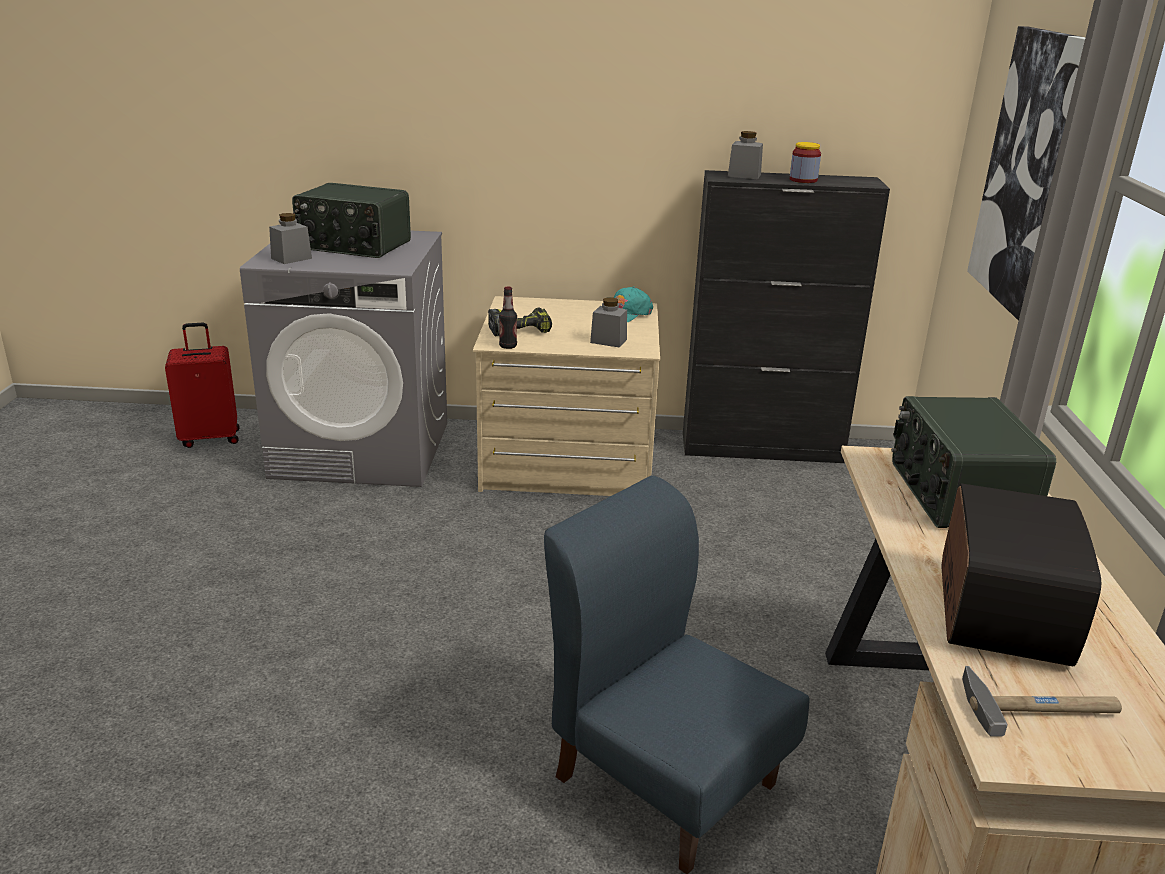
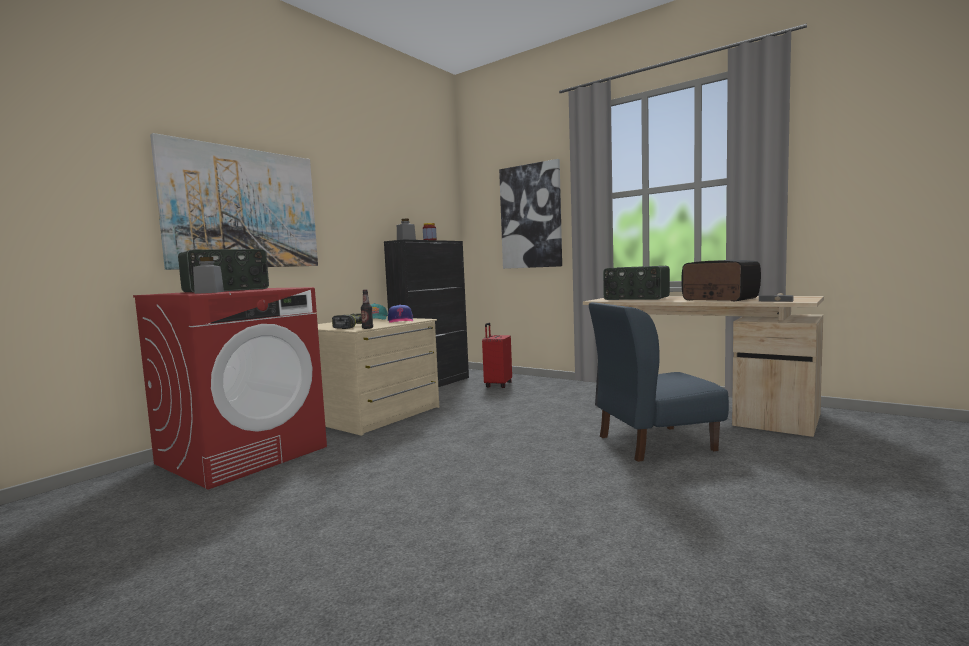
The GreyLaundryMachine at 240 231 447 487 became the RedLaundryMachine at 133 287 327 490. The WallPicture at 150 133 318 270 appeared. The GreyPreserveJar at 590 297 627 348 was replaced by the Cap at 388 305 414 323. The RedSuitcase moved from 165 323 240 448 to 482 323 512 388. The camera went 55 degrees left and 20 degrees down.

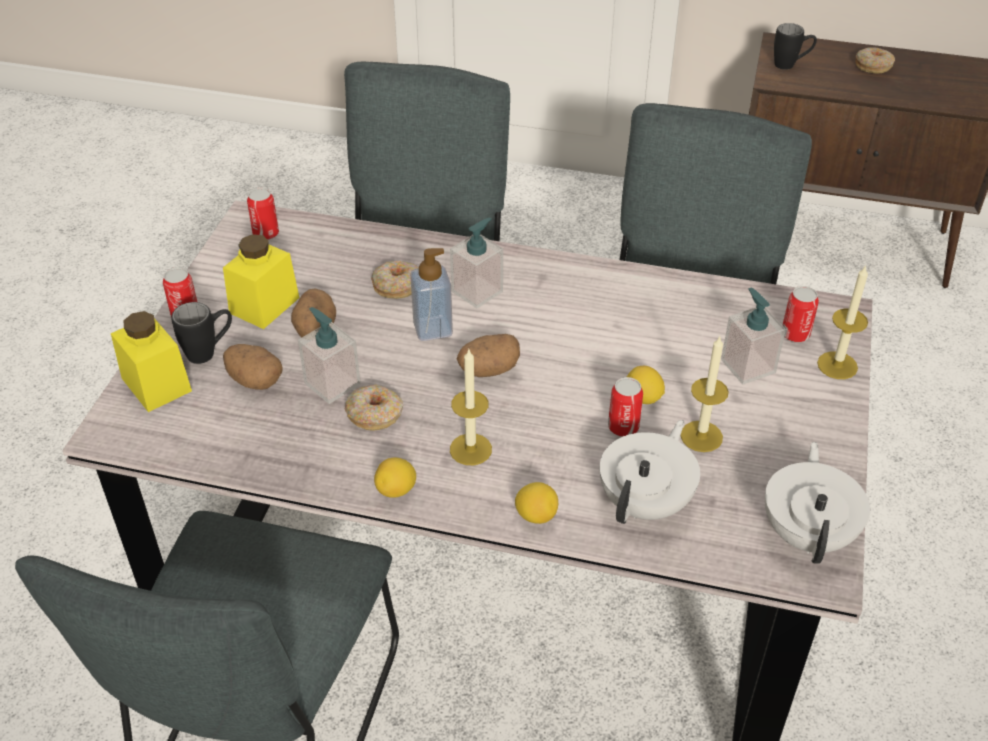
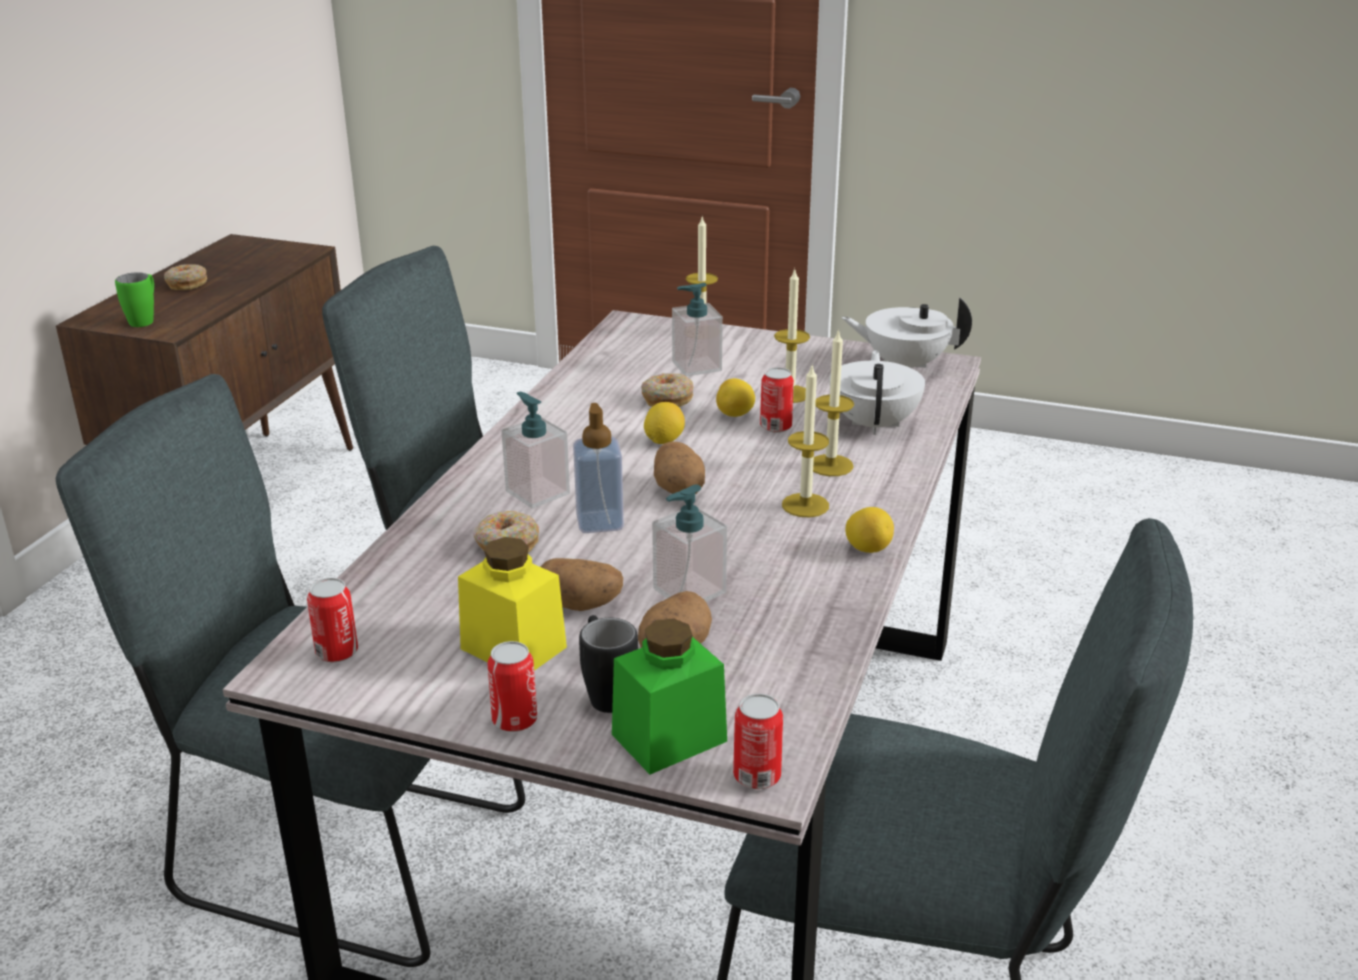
The BlackColouredCoffeeMug at 774 23 817 70 became the GreenCoffeeMug at 115 272 154 327. The YellowishPreserveJar at 111 311 192 412 became the GreenPreserveJar at 612 618 727 774. The Donut moved from 345 385 403 431 to 641 373 693 407. The Lemon moved from 515 482 558 524 to 644 402 685 444. The SealedCan moved from 782 286 819 342 to 733 694 783 789. The WaxCandle at 813 329 854 476 appeared. The WhiteTeapot at 600 420 700 524 turned 60 degrees clockwise. The camera went 85 degrees left and 15 degrees down.

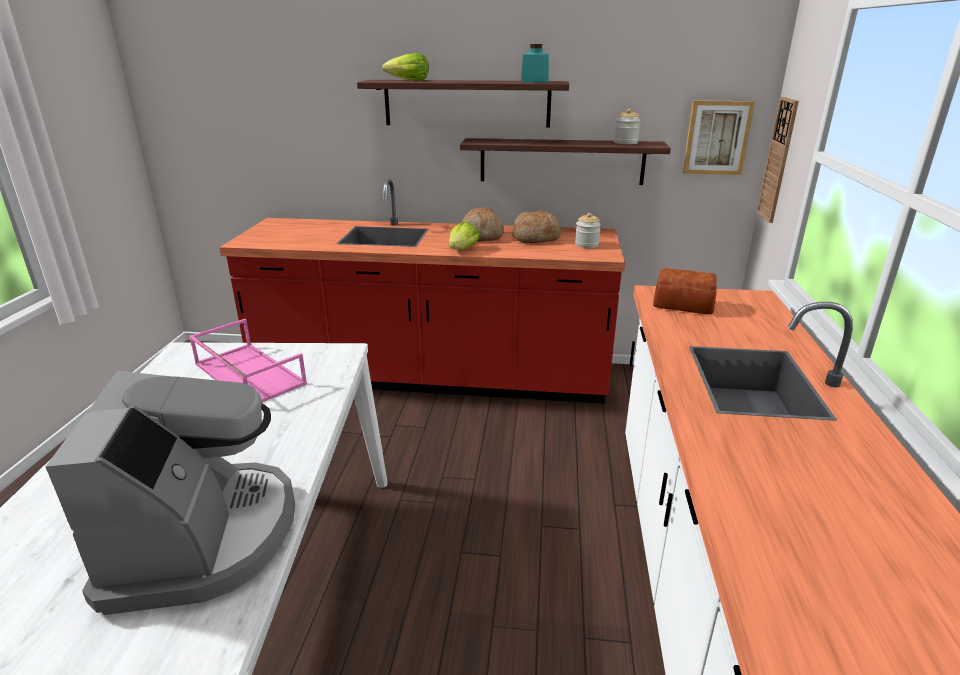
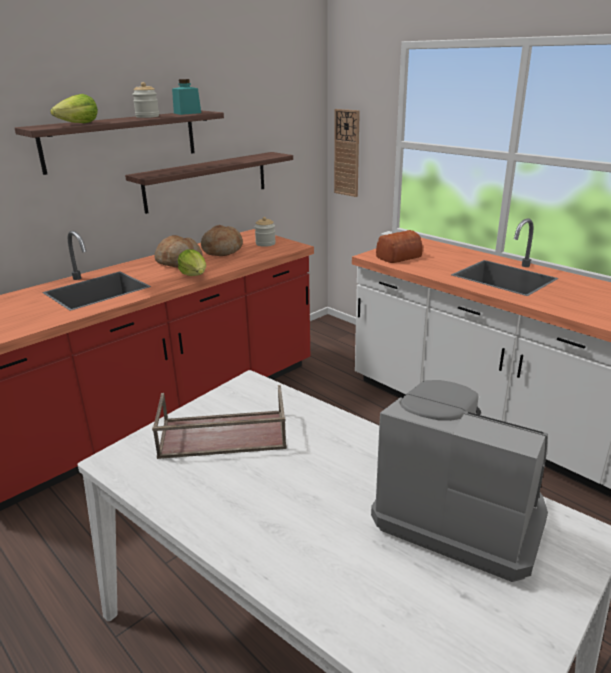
The PreserveJar moved from 614 108 641 144 to 132 82 159 118. The PinkTray at 189 319 307 403 became the BrownColouredTray at 152 385 287 459. The WallPicture at 683 100 755 175 disappeared. The camera went 50 degrees left and 0 degrees up.

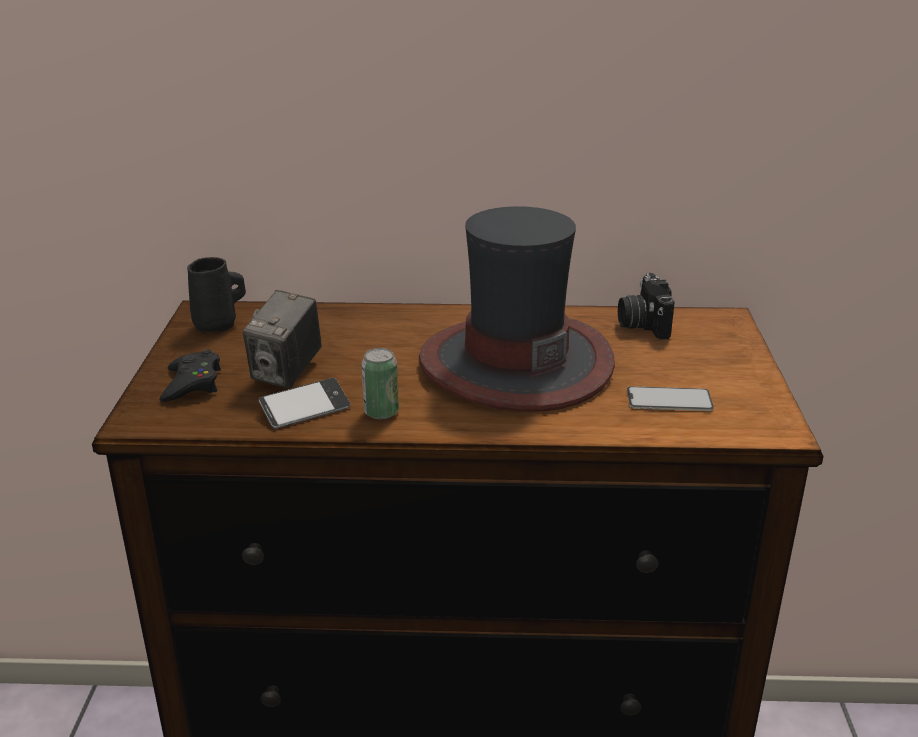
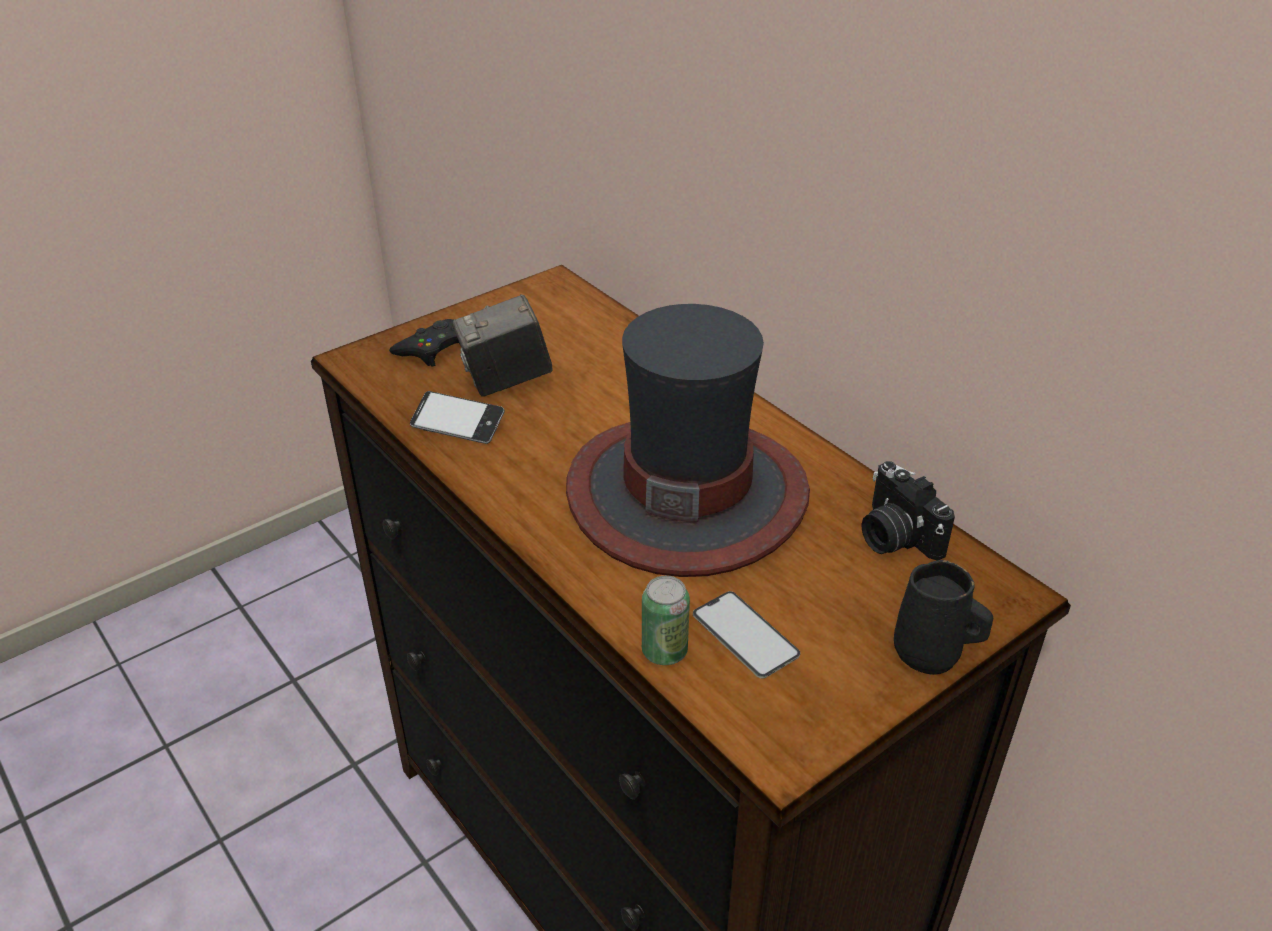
The SealedCan moved from 361 348 399 419 to 642 576 690 665. The StillCamera at 618 273 675 339 turned 75 degrees counterclockwise. The BlackColouredCoffeeMug moved from 187 257 246 333 to 894 560 993 675. The camera went 50 degrees right and 10 degrees up.

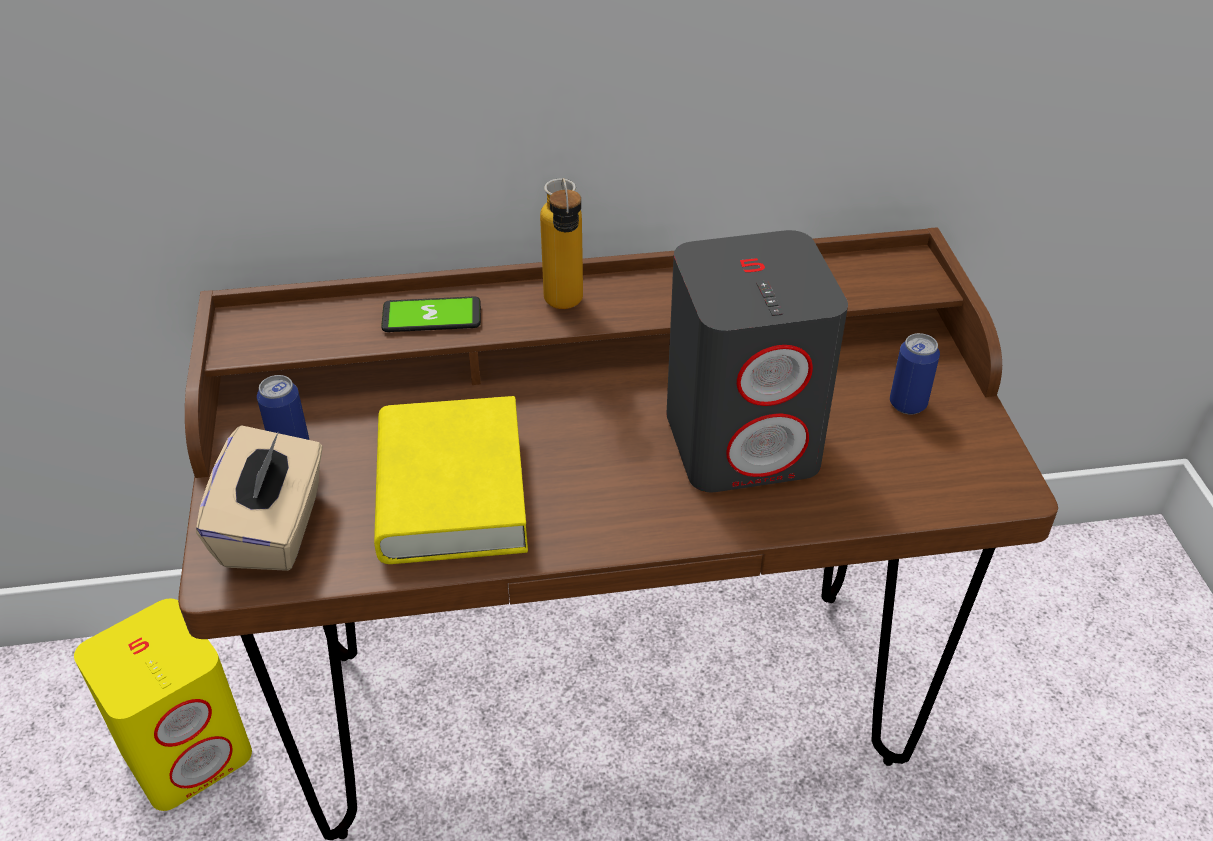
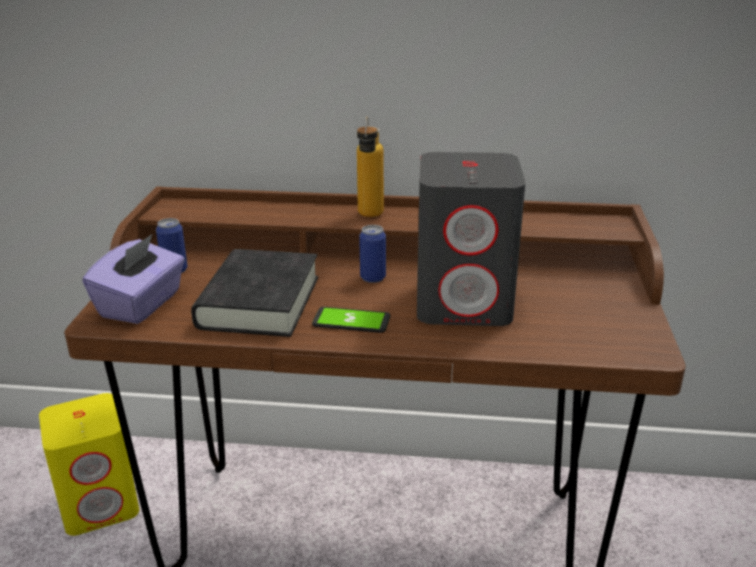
The BeigeColouredTissueBox at 196 425 323 571 became the PurpleTissueBox at 82 234 184 324. The YellowishBook at 374 396 528 564 became the BlackColouredBook at 191 249 318 337. The Handset moved from 381 297 481 332 to 312 307 390 333. The SealedCan moved from 890 333 940 415 to 359 225 386 283. The camera went 15 degrees right and 15 degrees down.

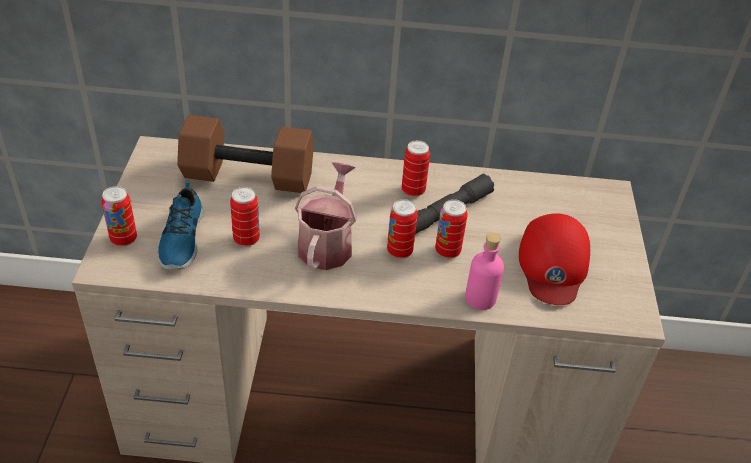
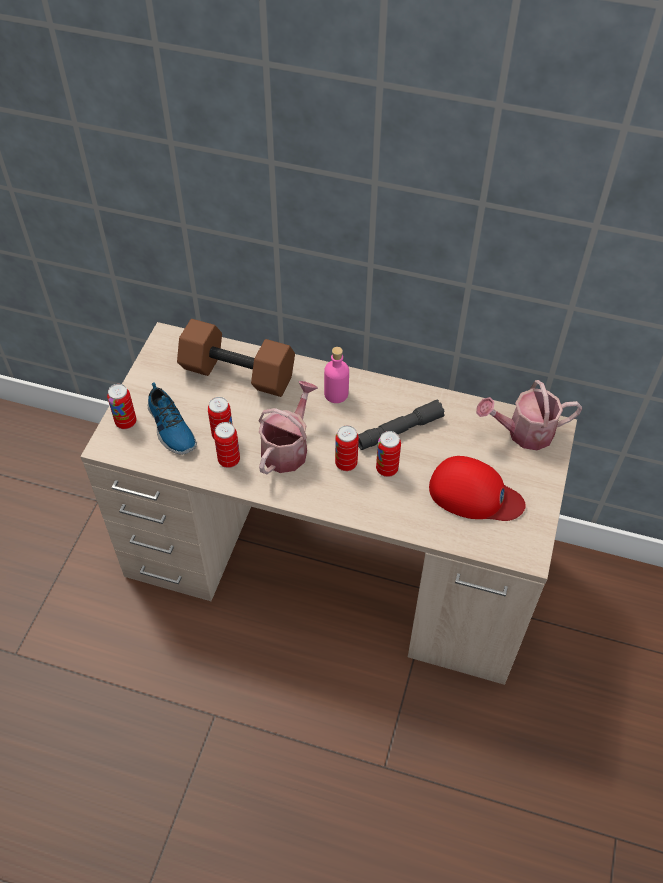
The ItemOfFootwear at 158 181 204 270 turned 45 degrees counterclockwise. The SealedCan moved from 402 140 430 197 to 214 422 240 468. The PinkDrinkBottle moved from 465 233 504 310 to 324 347 349 403. The RedCap at 519 213 590 305 turned 90 degrees counterclockwise. The WateringCan at 476 380 582 450 appeared. The camera went 15 degrees right and 10 degrees up.

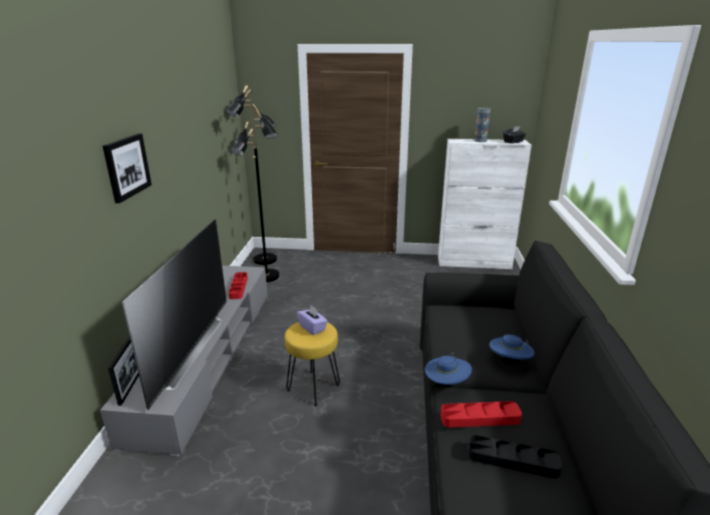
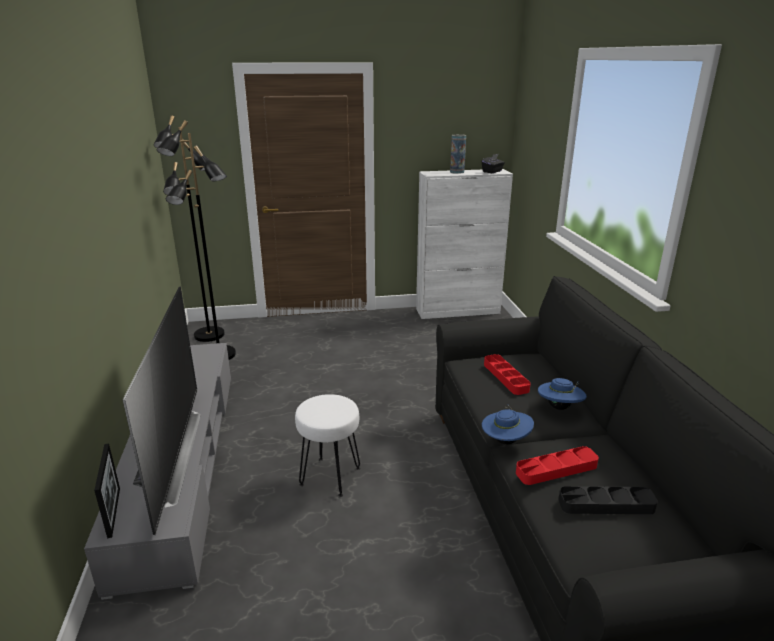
The YellowishStoolSeat at 284 322 340 406 became the WhiteStoolSeat at 295 394 360 497. The RedTray moved from 229 272 248 299 to 484 354 531 395. The WallPicture at 103 133 152 203 disappeared. The PurpleTissueBox at 297 305 328 335 disappeared. The camera went 15 degrees left and 0 degrees up.

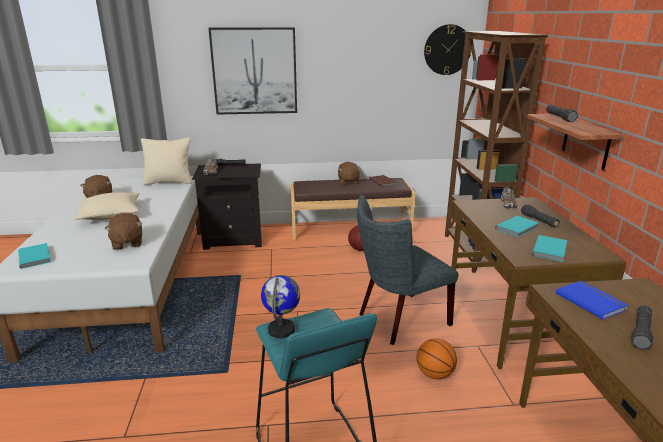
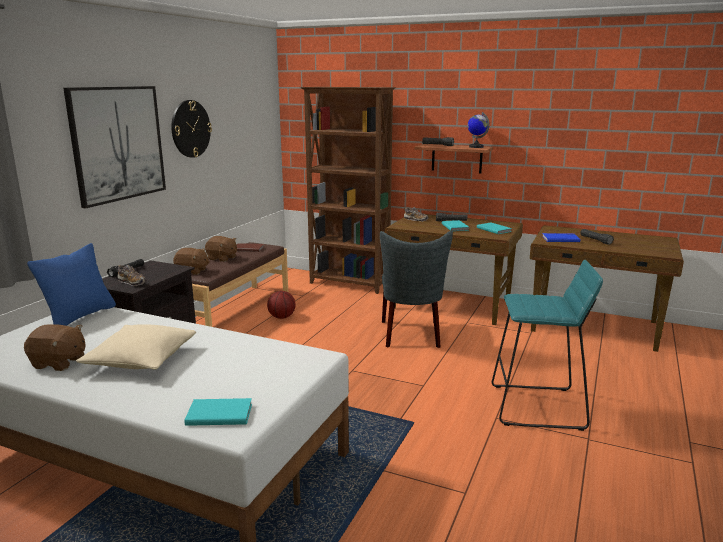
The BeigeColouredCushion at 141 137 192 185 became the BluishCushion at 27 243 116 326. The WallClock moved from 424 24 471 75 to 171 100 212 158. The BrownColouredPlushToy moved from 104 213 142 250 to 173 248 210 275. The DeskGlobe moved from 261 275 300 338 to 467 112 489 148. The Basketball at 417 338 457 380 disappeared. The camera went 60 degrees left and 5 degrees down.

